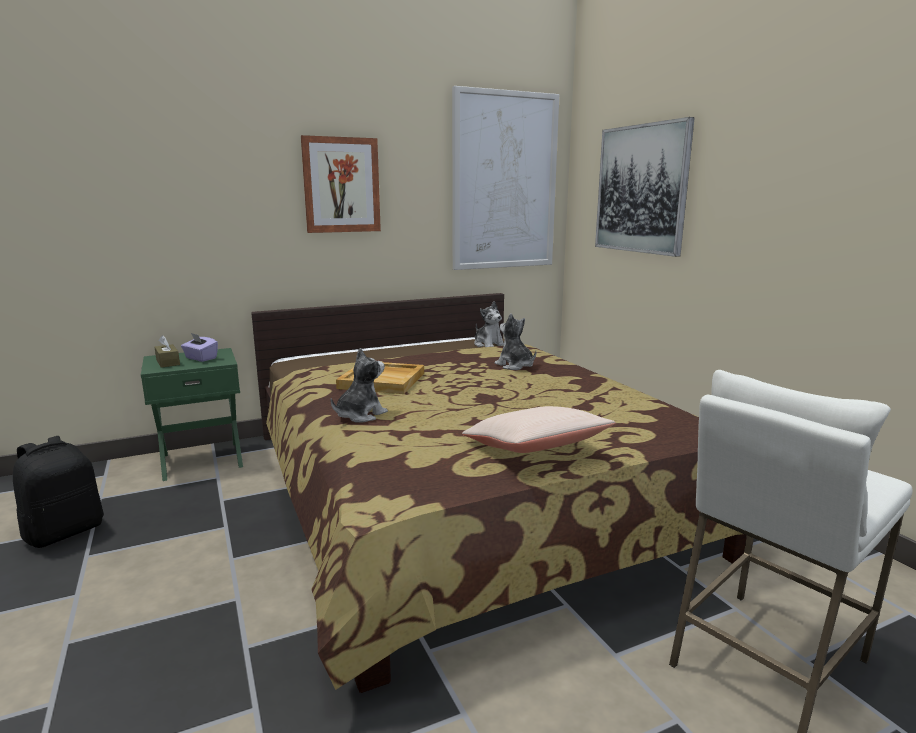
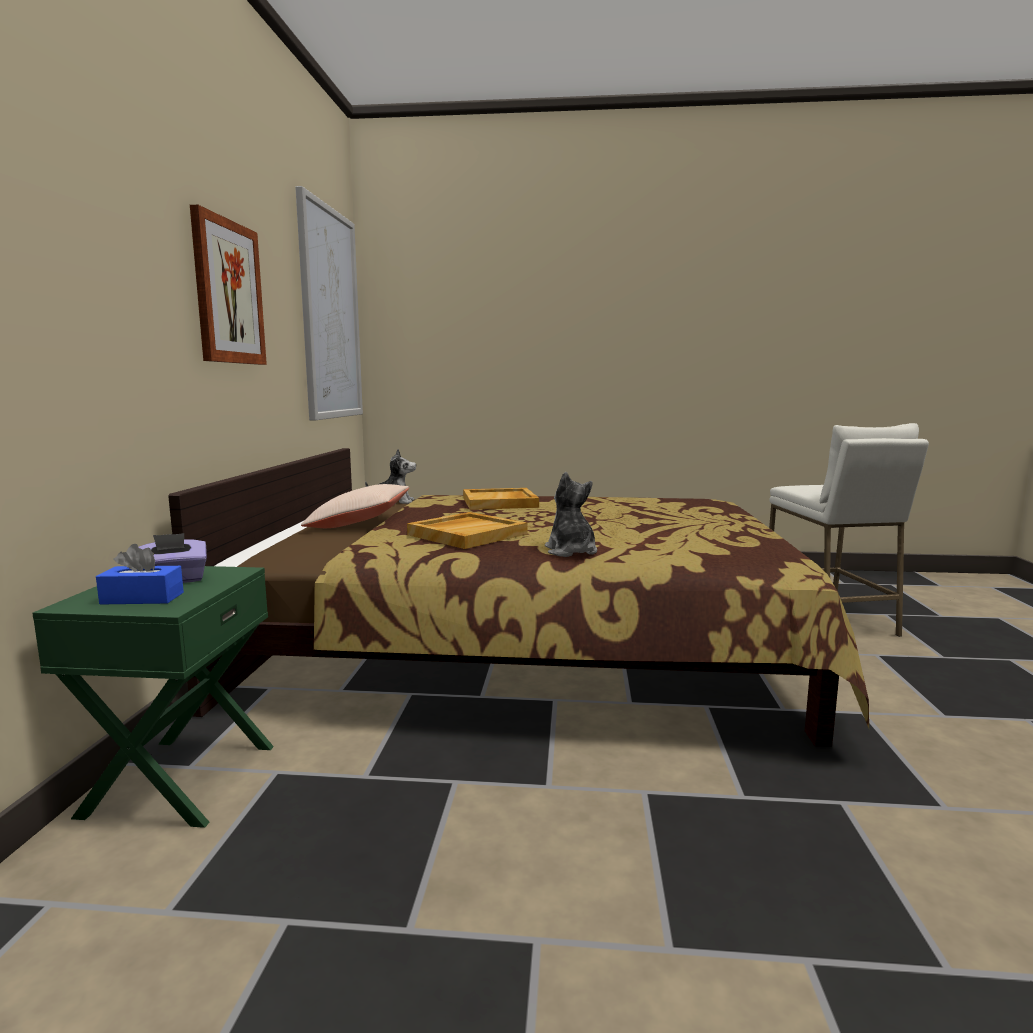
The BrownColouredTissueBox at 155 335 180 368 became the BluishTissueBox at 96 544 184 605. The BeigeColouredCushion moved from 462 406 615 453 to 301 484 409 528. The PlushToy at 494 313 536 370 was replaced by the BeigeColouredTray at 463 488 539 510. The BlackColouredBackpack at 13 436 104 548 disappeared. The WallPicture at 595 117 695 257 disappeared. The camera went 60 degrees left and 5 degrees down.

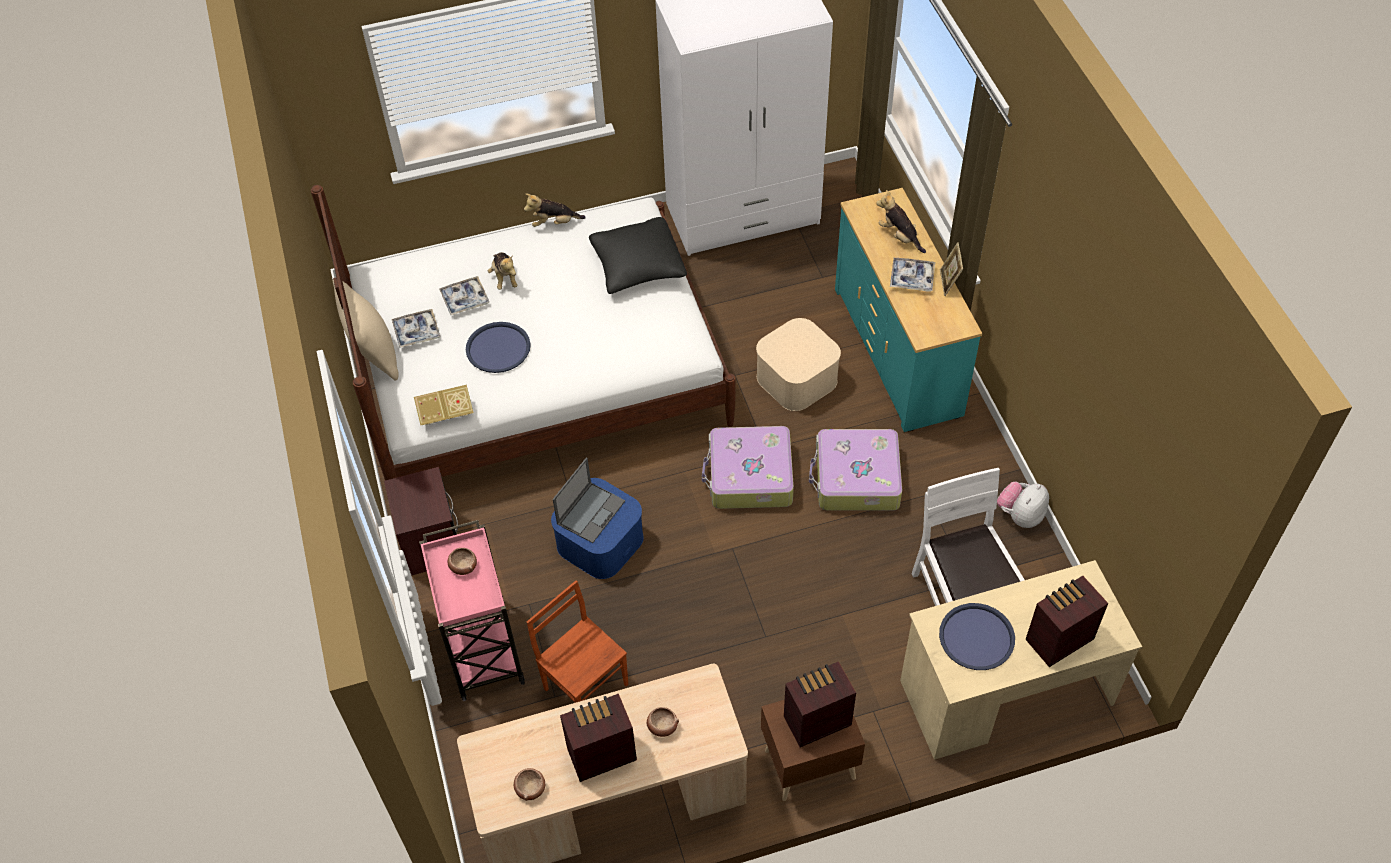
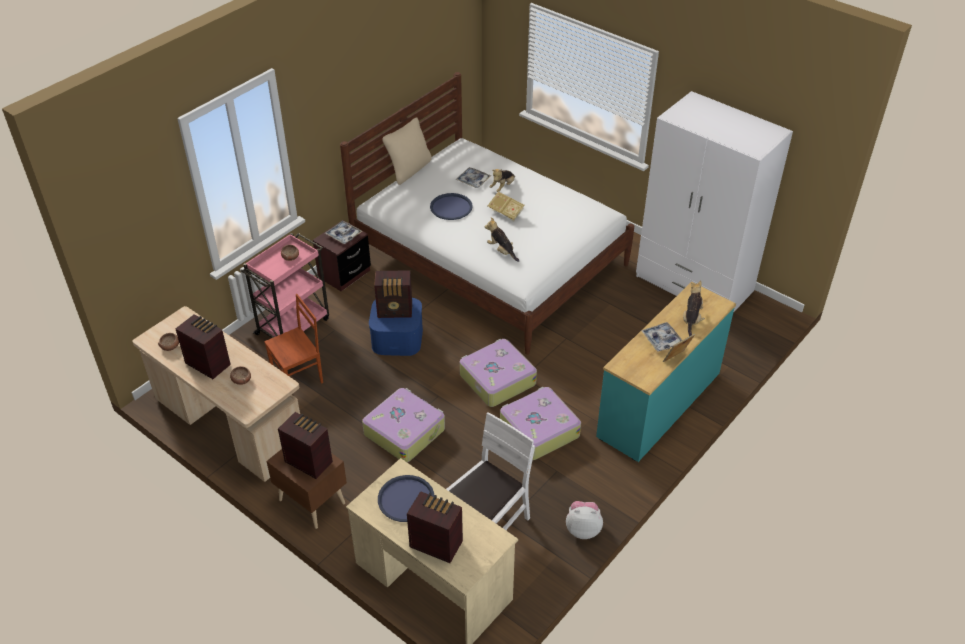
The BrownColouredChair at 527 580 628 703 turned 45 degrees clockwise. The Tray moved from 392 309 440 348 to 325 221 362 244. The Suitcase at 362 388 445 462 appeared. The Laptop at 553 457 625 543 was replaced by the Radio at 374 270 412 318. The PlushToy moved from 524 193 586 227 to 485 217 519 262. The Book moved from 414 384 473 426 to 488 191 525 222. The BlackColouredCushion at 589 217 687 294 disappeared. The BeigeColouredStorageBin at 756 318 841 411 disappeared. The camera went 55 degrees right and 10 degrees down.

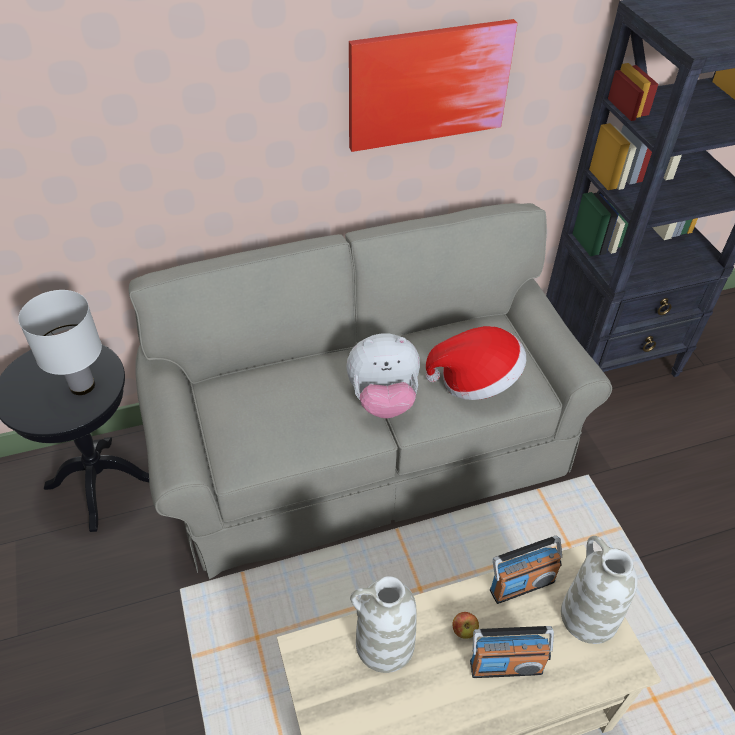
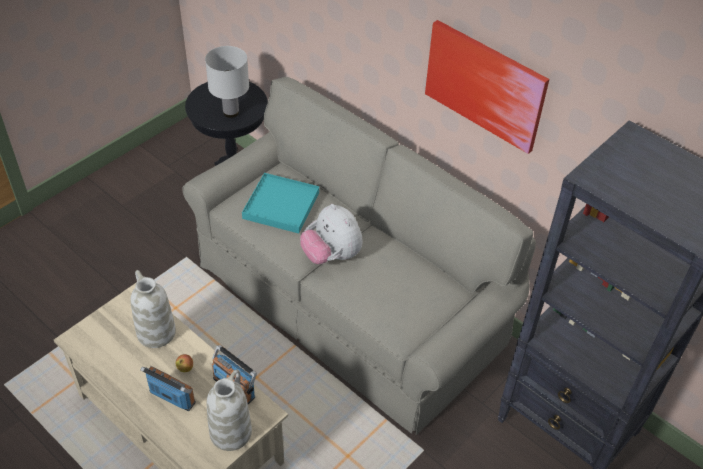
The Radio at 470 626 554 678 turned 150 degrees clockwise. The TurquoiseTray at 242 173 319 234 appeared. The ClothingHat at 426 326 526 400 disappeared. The camera went 60 degrees right and 0 degrees up.

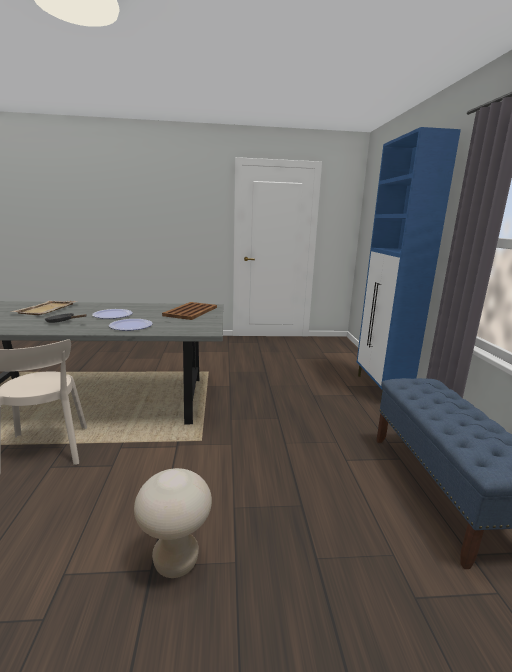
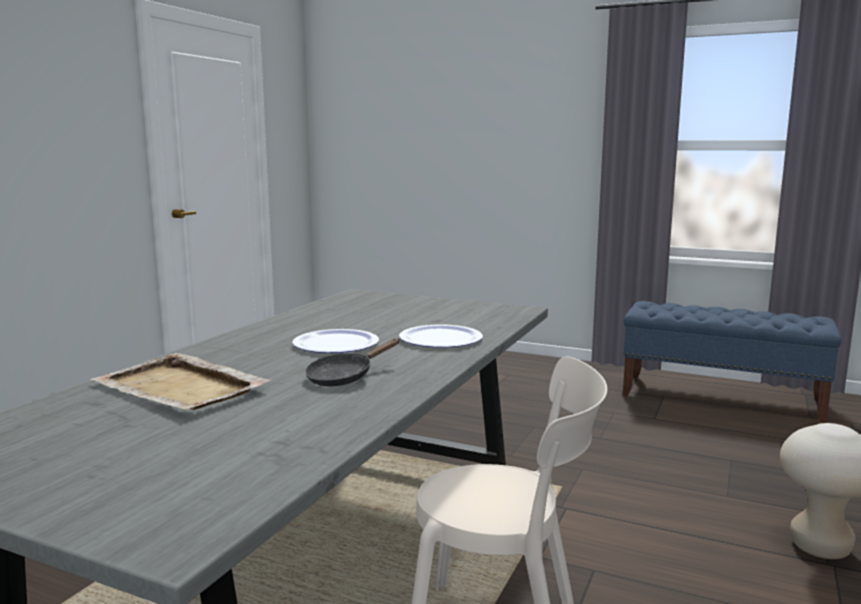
The BrownColouredTray at 162 302 217 320 disappeared. The BluishCupboard at 357 127 461 403 disappeared. The camera went 60 degrees left and 5 degrees down.

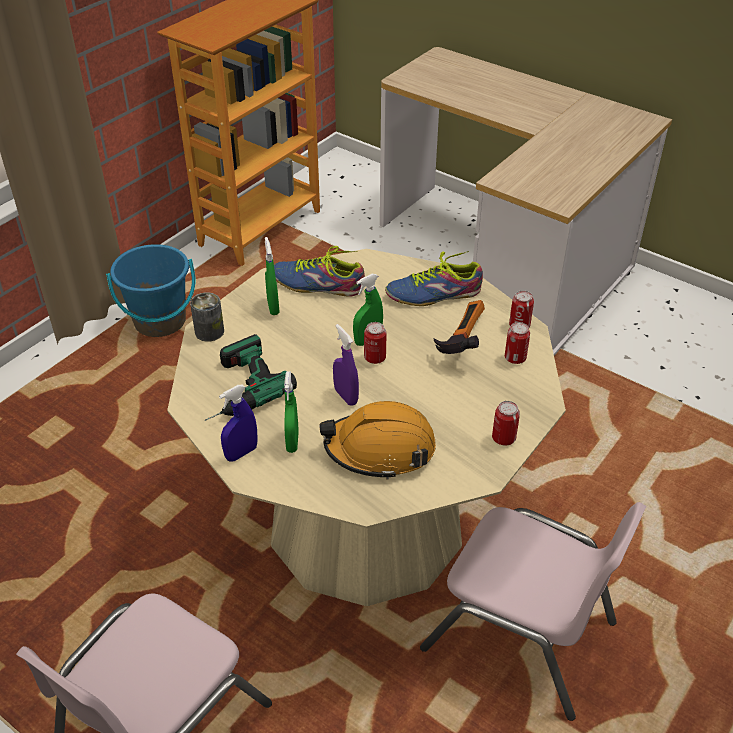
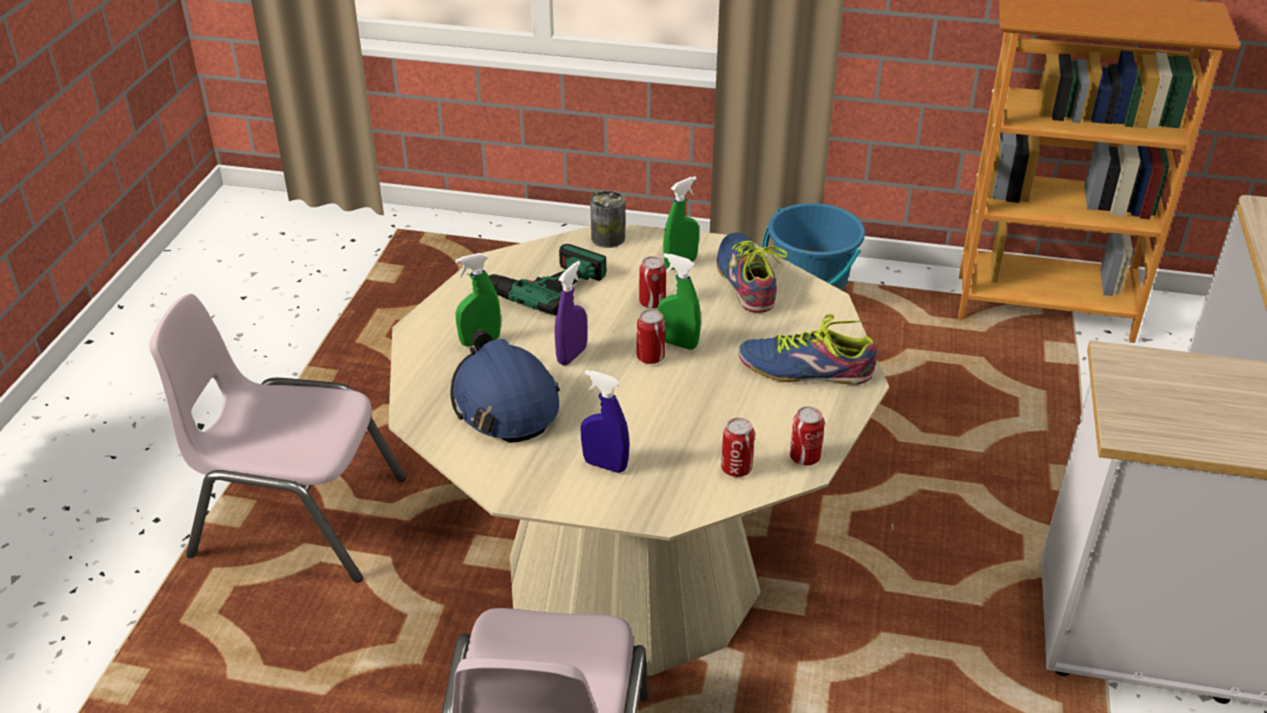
The OrangeySafetyHelmet at 320 401 436 480 became the BluishSafetyHelmet at 450 330 560 443. The BluishHandSprayer moved from 219 385 258 462 to 581 370 629 473. The SealedCan moved from 492 401 520 445 to 639 256 666 308. The ItemOfFootwear at 385 251 483 306 turned 45 degrees counterclockwise. The HandHammer at 434 300 485 354 disappeared. The camera went 65 degrees right and 5 degrees down.

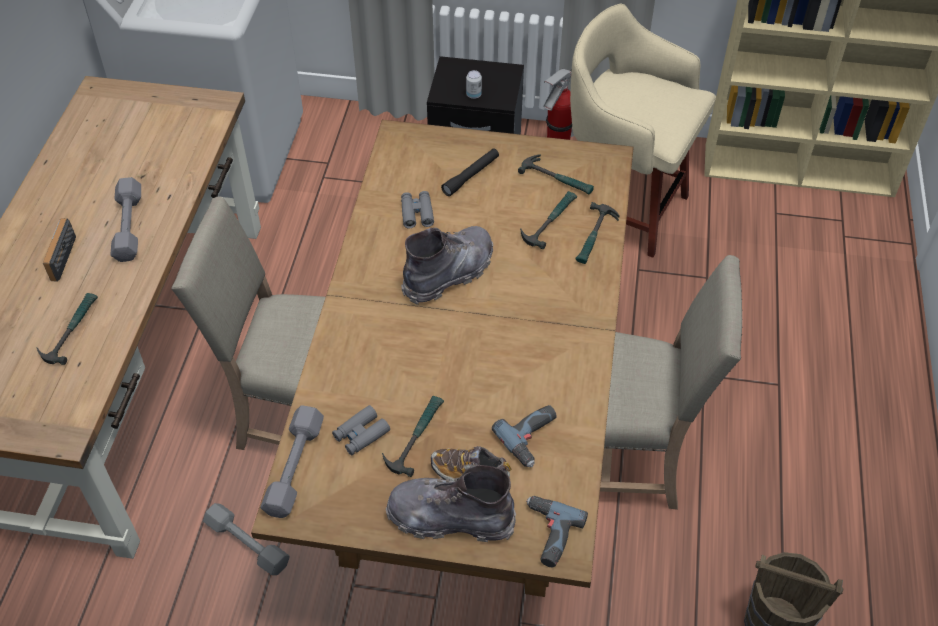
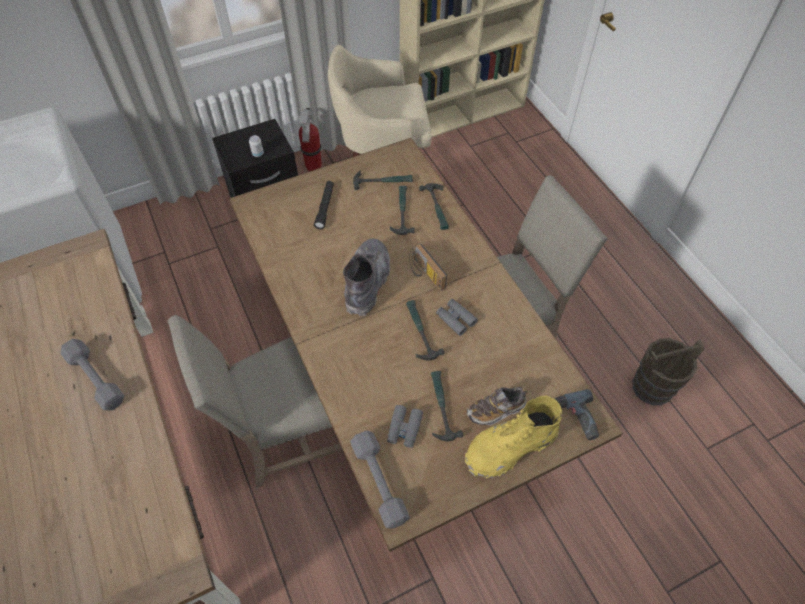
The HandHammer moved from 36 293 98 365 to 406 300 445 360. The Radio moved from 43 218 76 282 to 409 243 447 291. The GreyFieldGlasses moved from 401 191 434 228 to 436 299 478 336. The GreyTallBoot at 386 465 516 542 became the YellowishTallBoot at 465 396 562 478. The GreyFreeWeight at 203 503 290 575 disappeared. The PowerDrill at 492 405 557 467 disappeared. The camera went 35 degrees left and 5 degrees up.

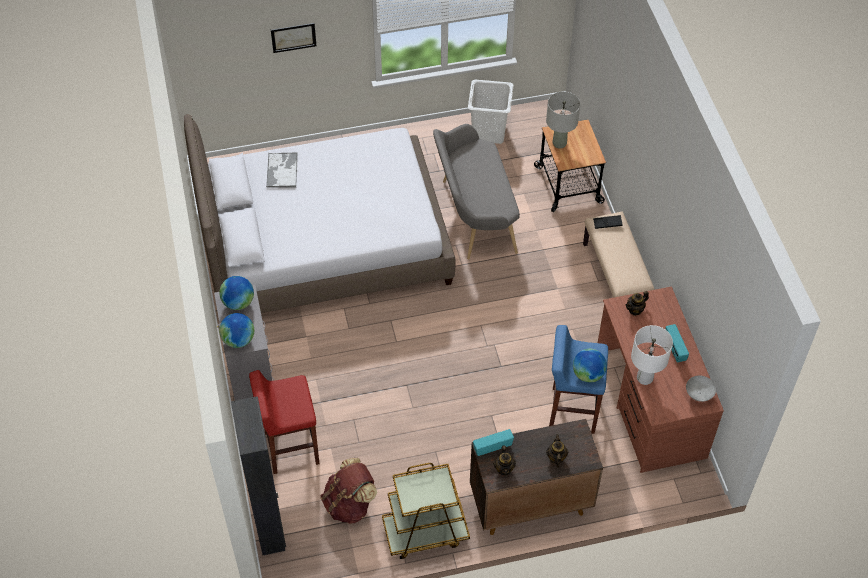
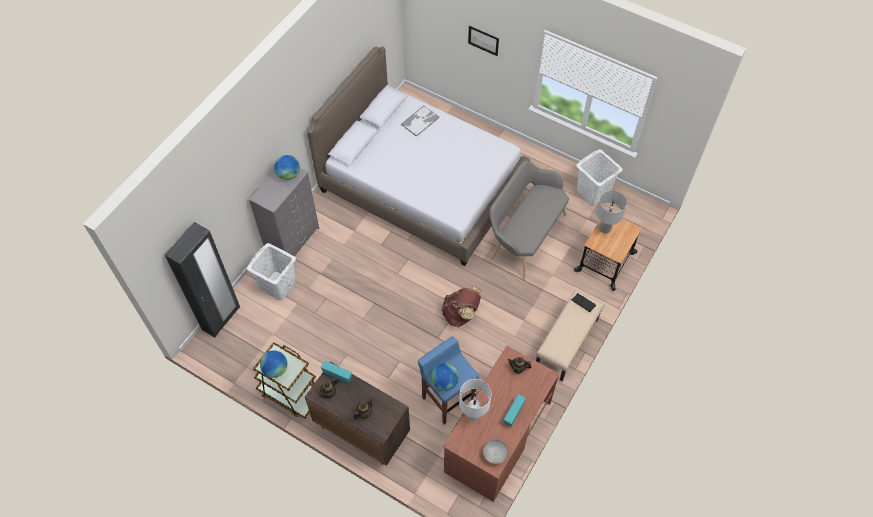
The RedStoolSeat at 249 370 320 474 was replaced by the WhiteLaundryBasket at 247 243 296 300. The DeskGlobe moved from 219 313 254 348 to 260 350 288 378. The BrownColouredBackpack moved from 321 458 377 524 to 442 285 481 327. The camera went 45 degrees right and 5 degrees up.

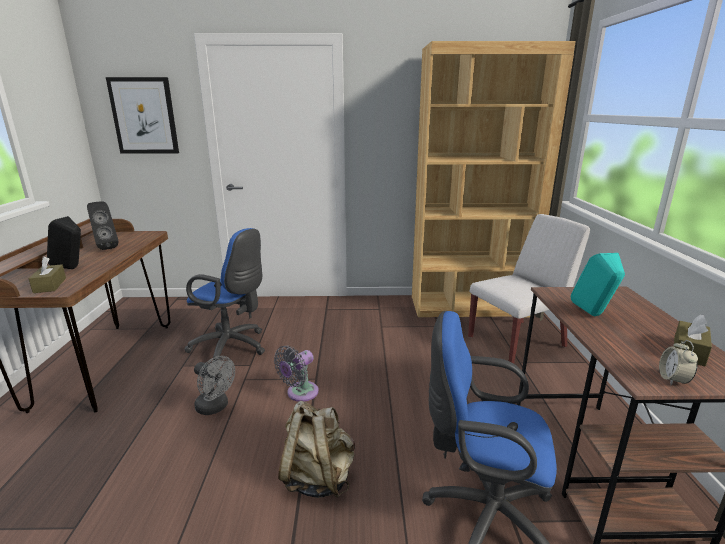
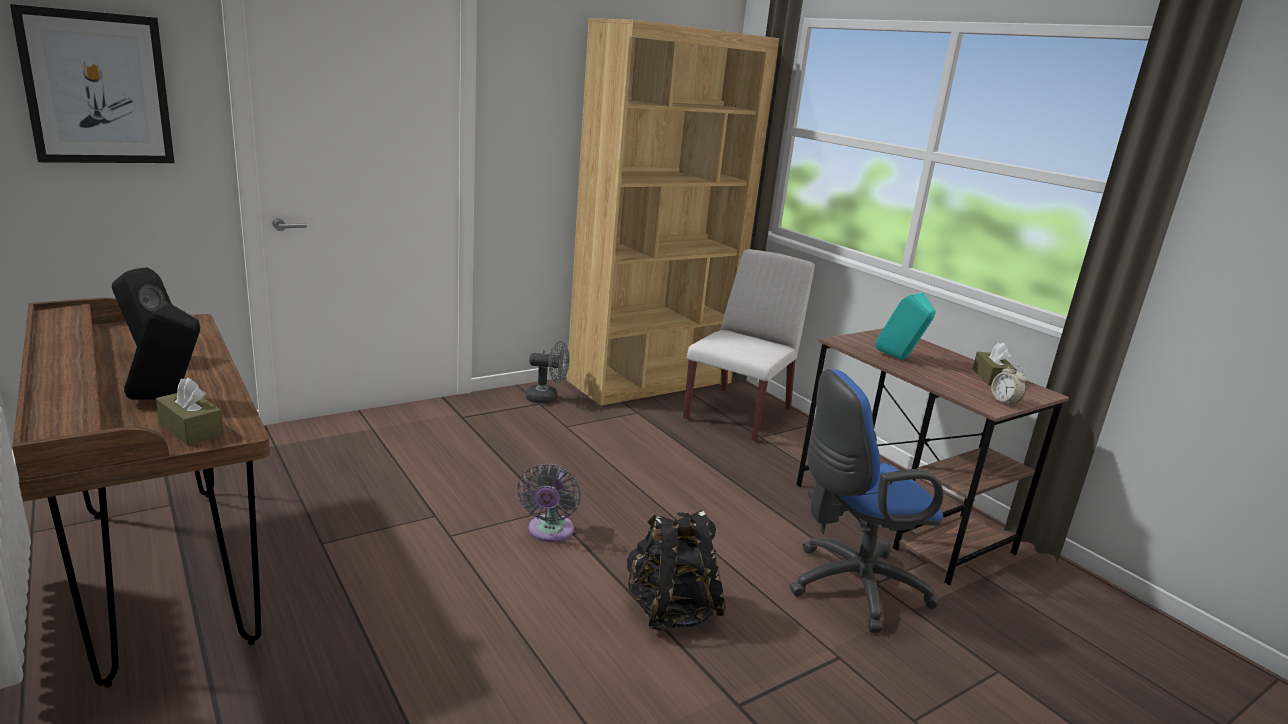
The GreyCoolingFan moved from 194 356 235 415 to 526 341 570 404. The BeigeColouredBackpack at 278 401 355 498 became the BlackColouredBackpack at 627 511 727 631. The BluishDeskChair at 184 228 265 363 disappeared. The camera went 35 degrees left and 0 degrees up.

